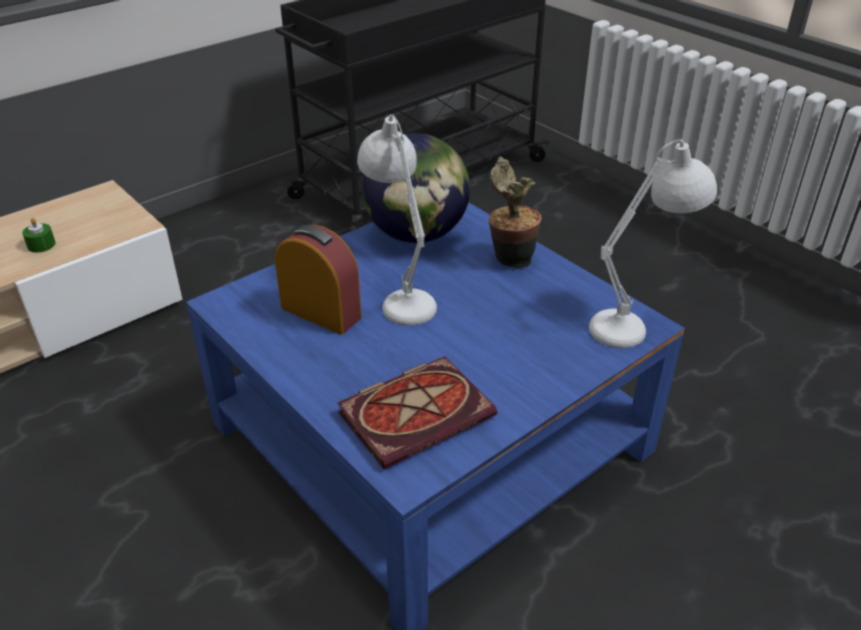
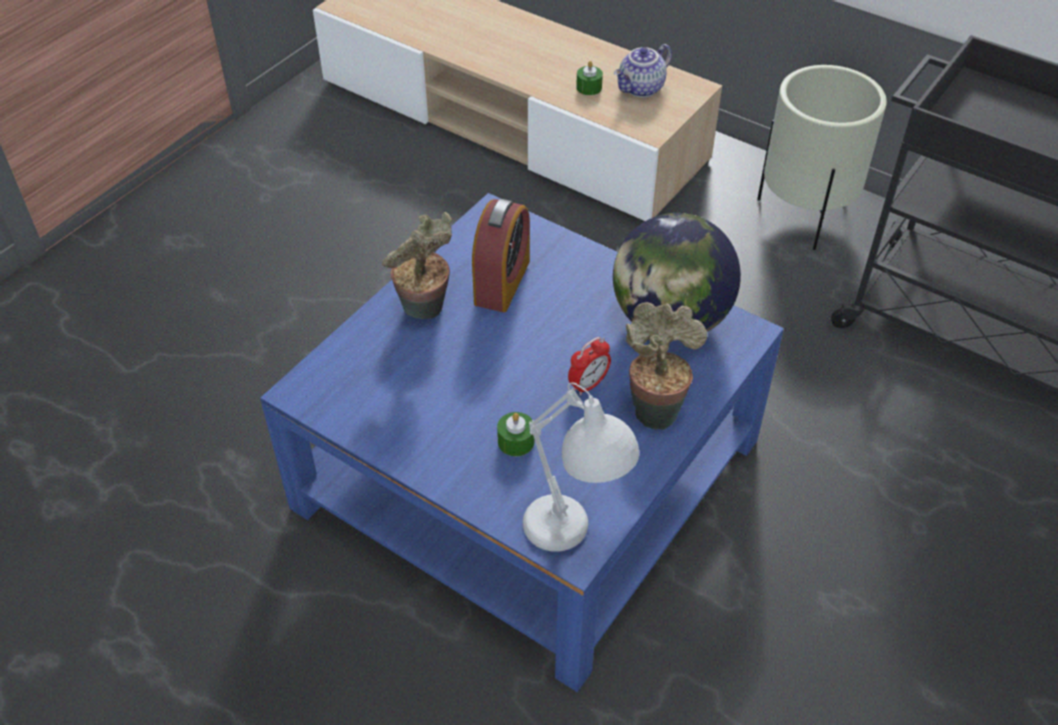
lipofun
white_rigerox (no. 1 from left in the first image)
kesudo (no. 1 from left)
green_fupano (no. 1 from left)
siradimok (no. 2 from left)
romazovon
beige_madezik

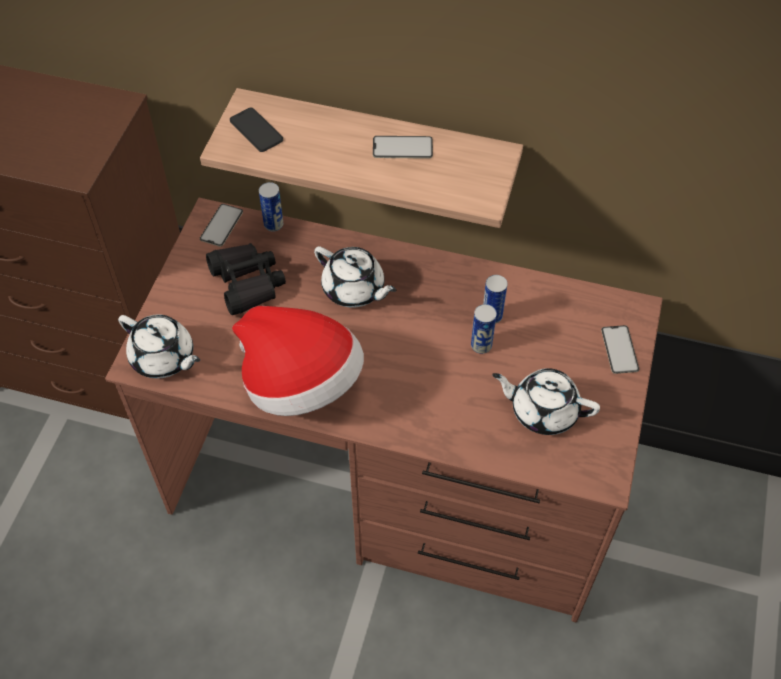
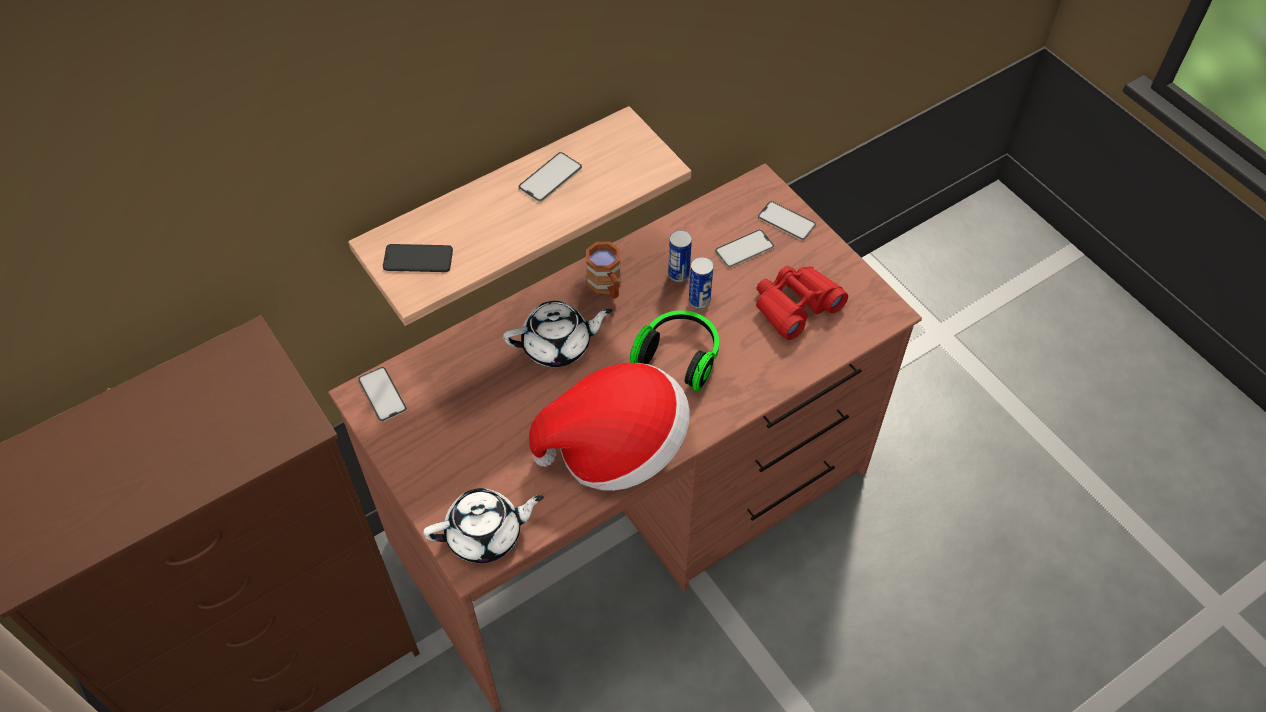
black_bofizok
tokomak (no. 1 from left in the first image)
red_bofizok
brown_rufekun
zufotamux
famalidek (no. 4 from left)

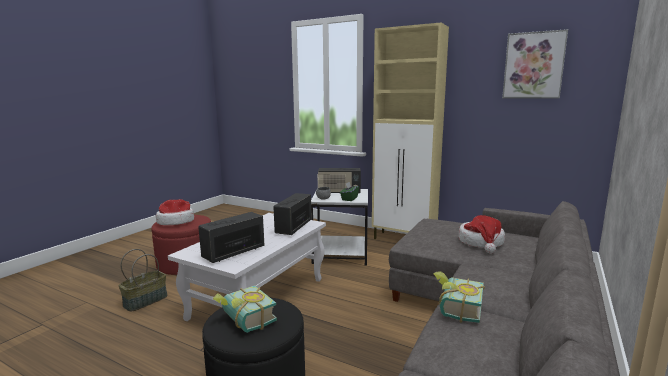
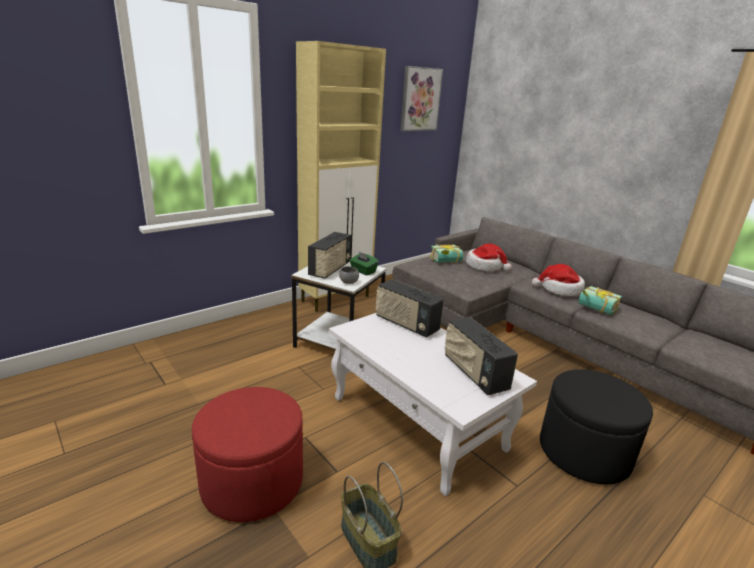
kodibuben (no. 2 from left)
lipofun (no. 1 from left)

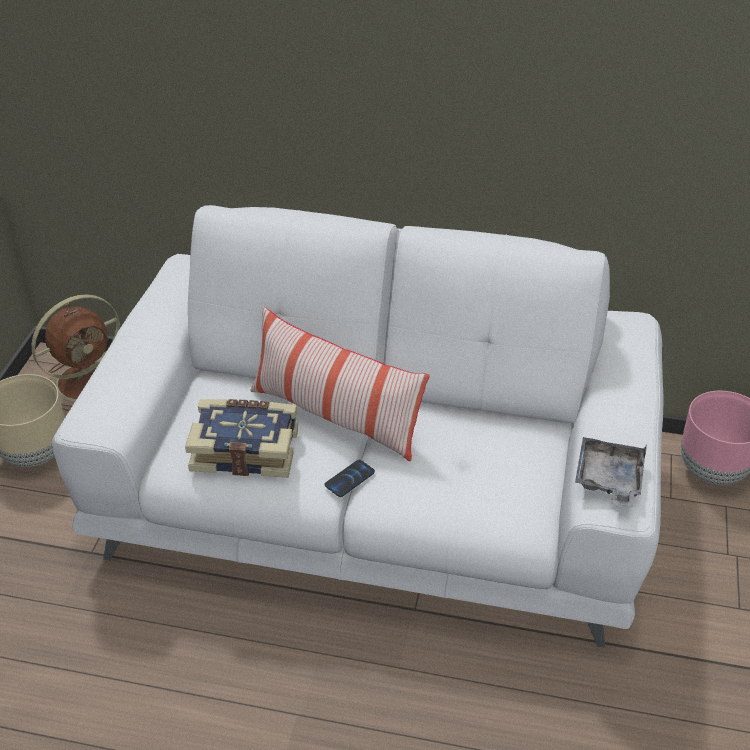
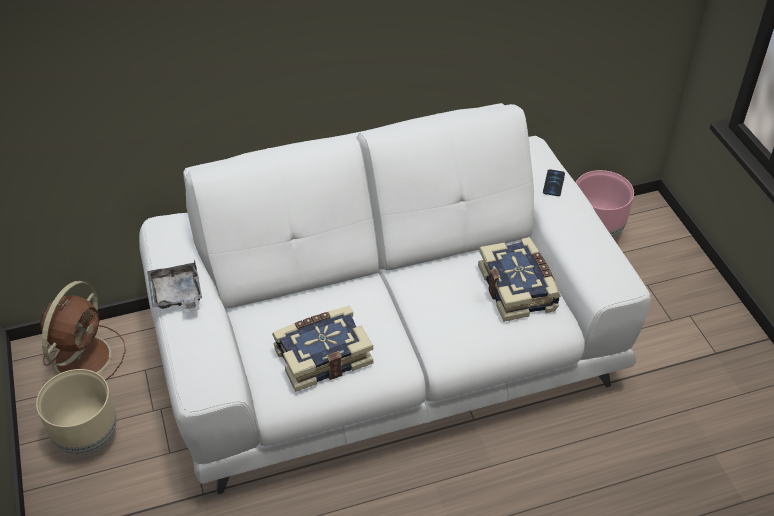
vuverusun
famalidek
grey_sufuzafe
lipofun (no. 2 from left)

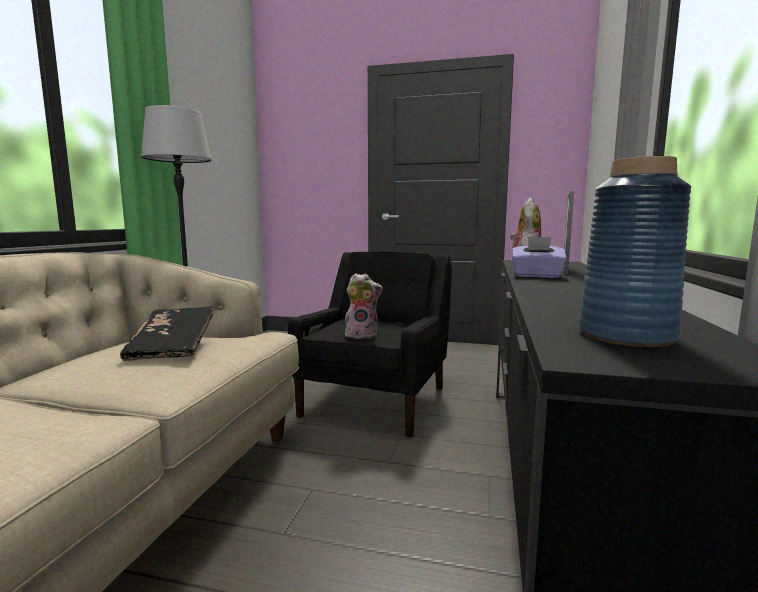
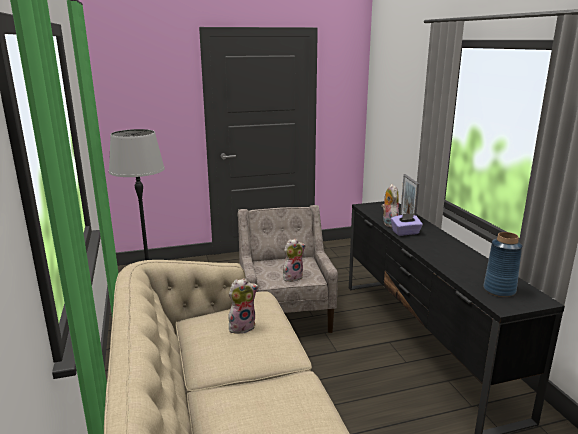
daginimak (no. 1 from left)
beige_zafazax

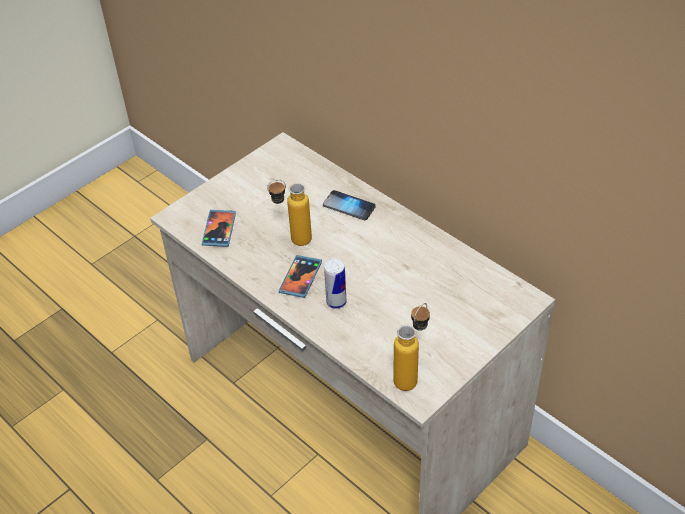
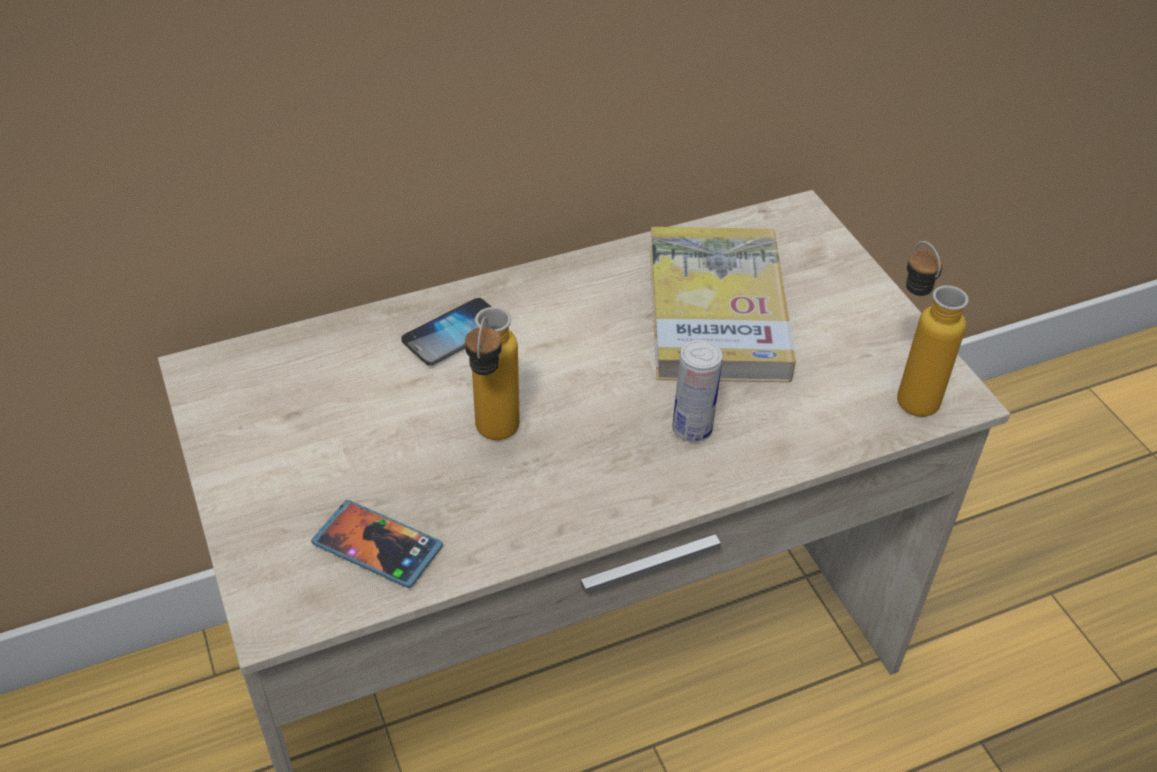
famalidek (no. 2 from left in the first image)
lipofun

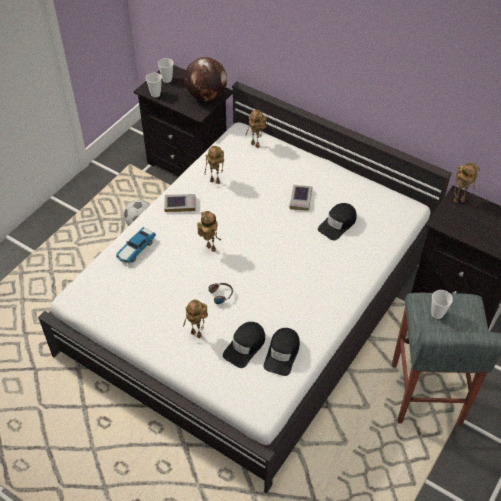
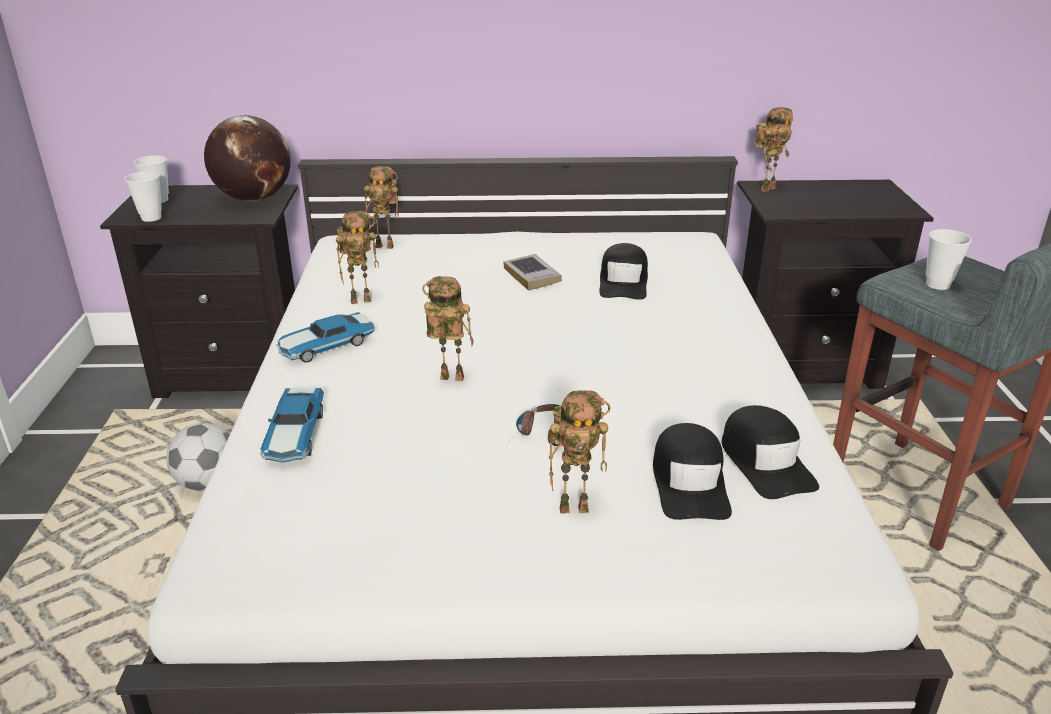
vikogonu (no. 2 from left)

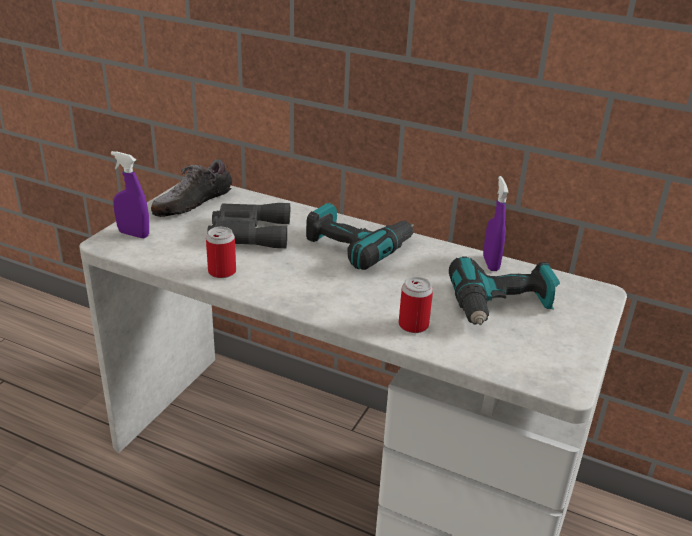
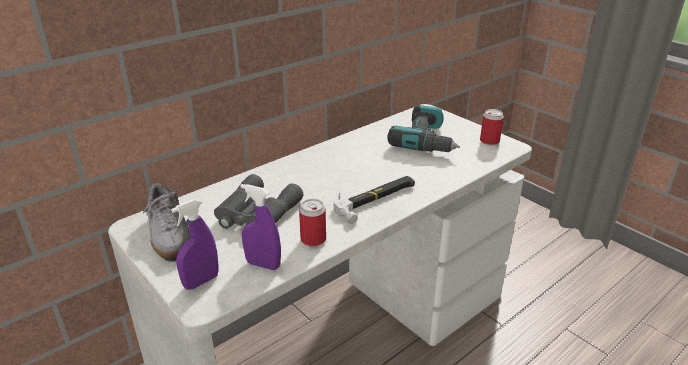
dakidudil (no. 1 from left in the first image)
tokomak (no. 2 from left)
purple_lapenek (no. 2 from left)
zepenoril

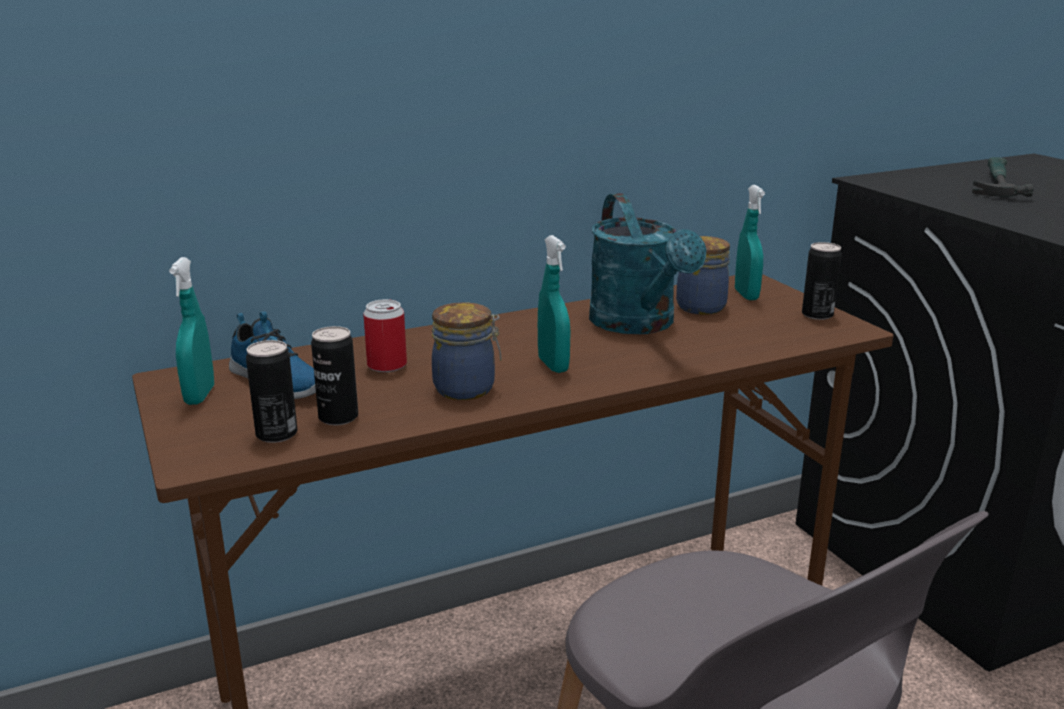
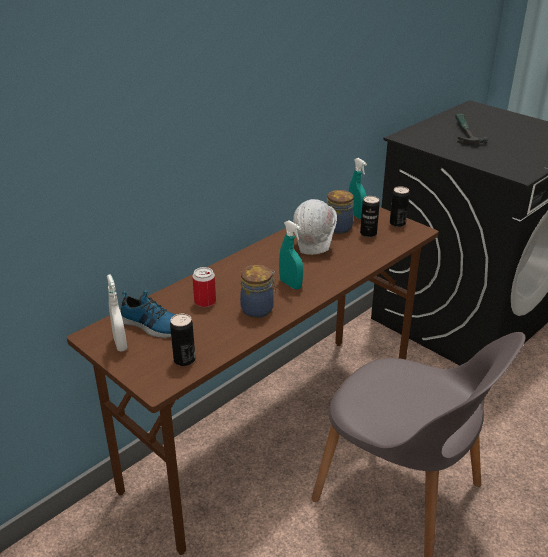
white_lapenek
tokomak (no. 3 from left)
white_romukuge

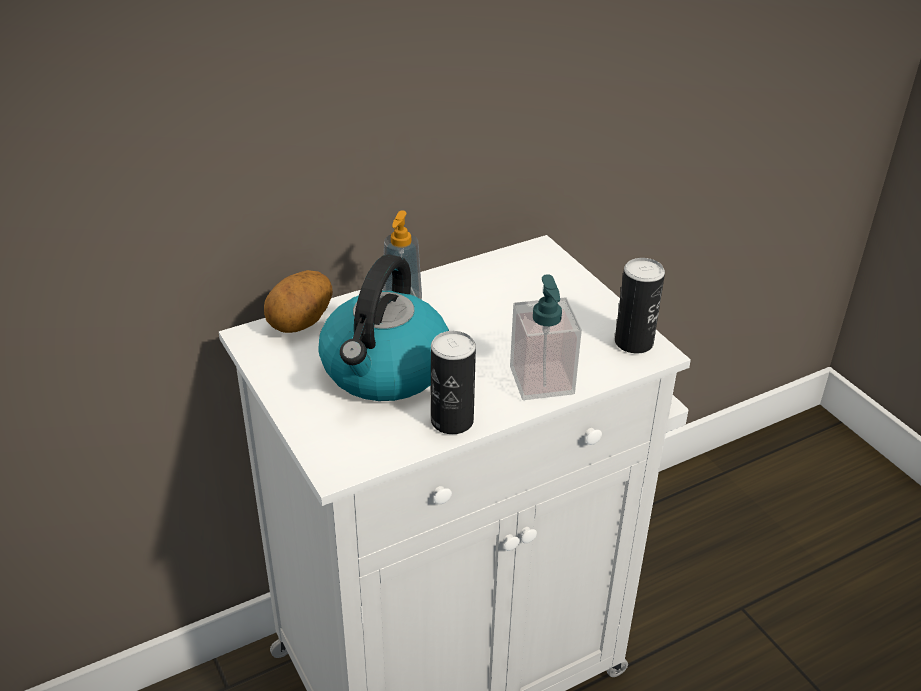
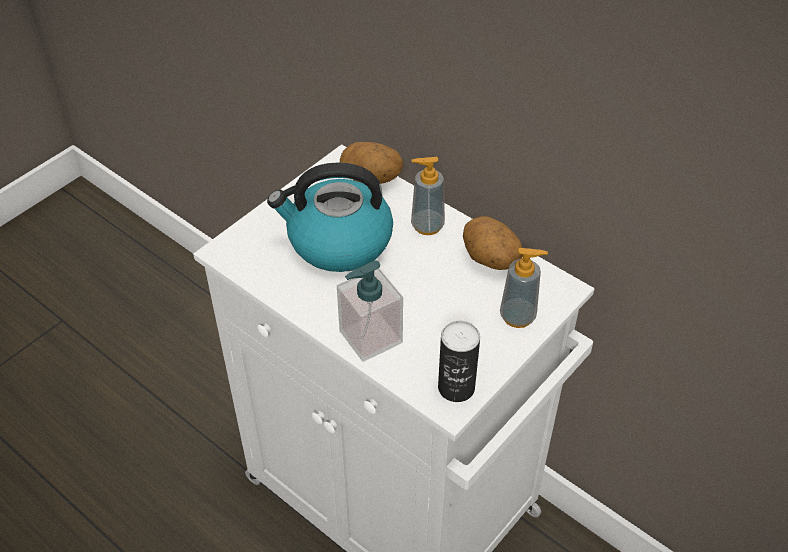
tokomak (no. 1 from left in the first image)
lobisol (no. 2 from left)
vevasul (no. 3 from left)

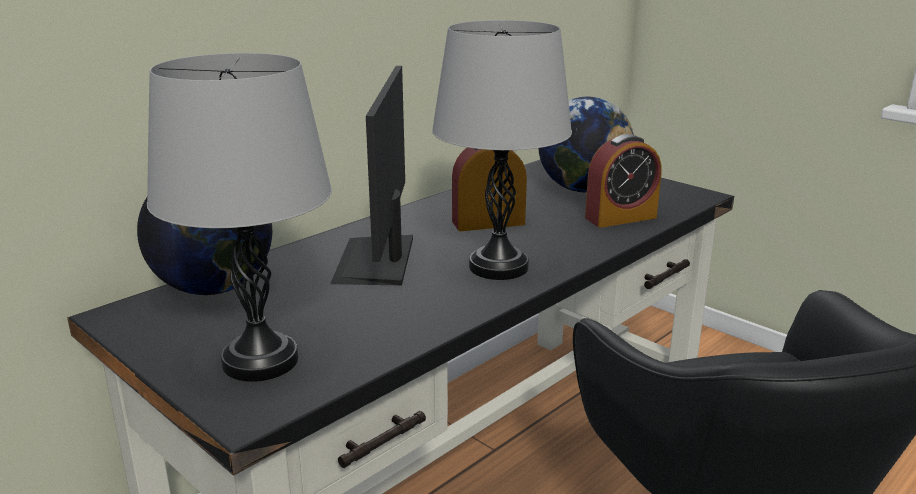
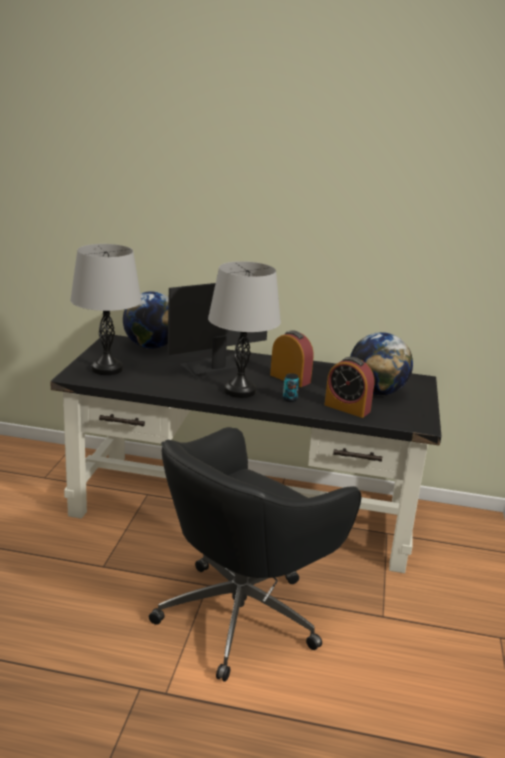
tokomak

